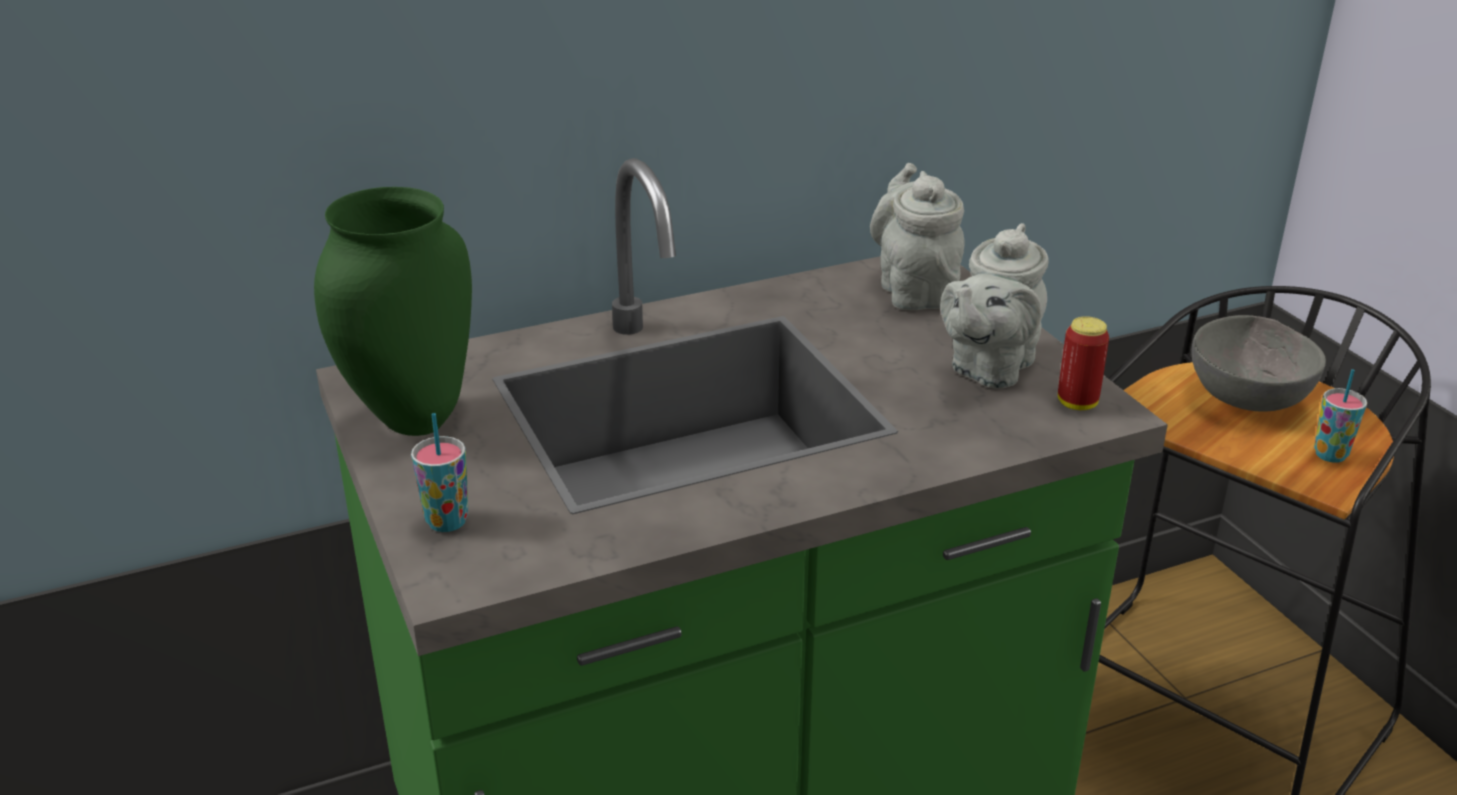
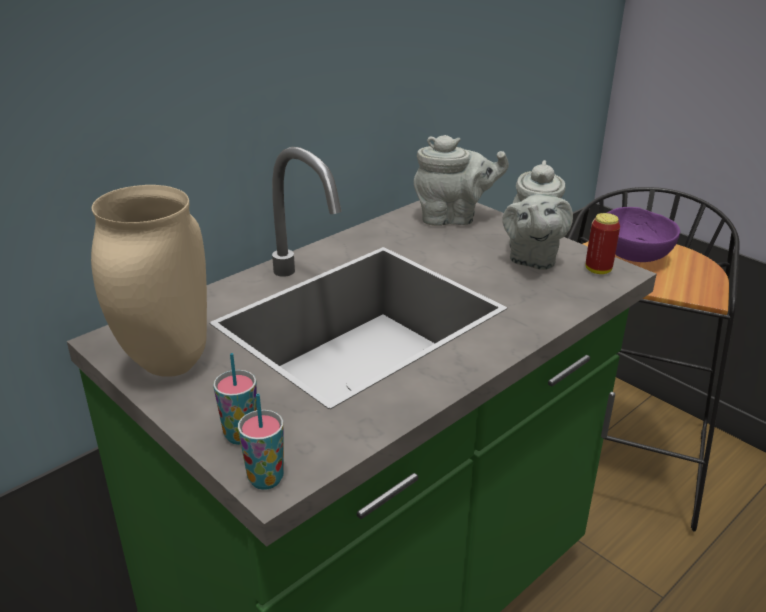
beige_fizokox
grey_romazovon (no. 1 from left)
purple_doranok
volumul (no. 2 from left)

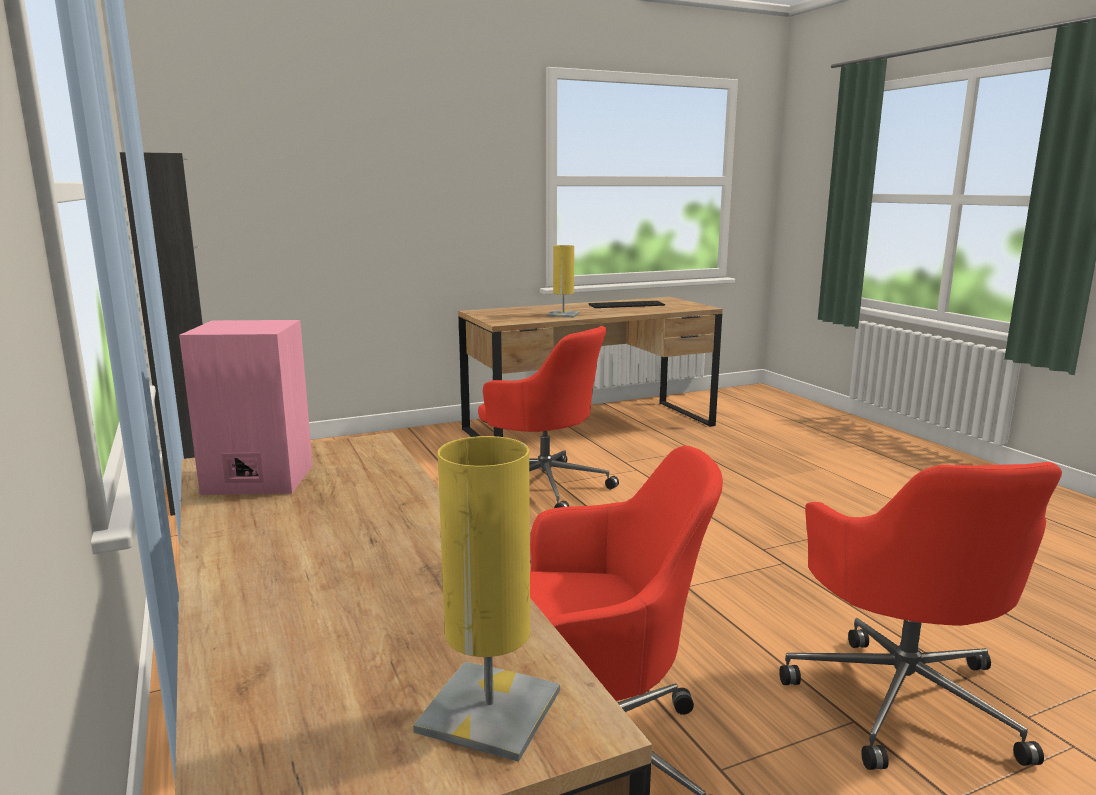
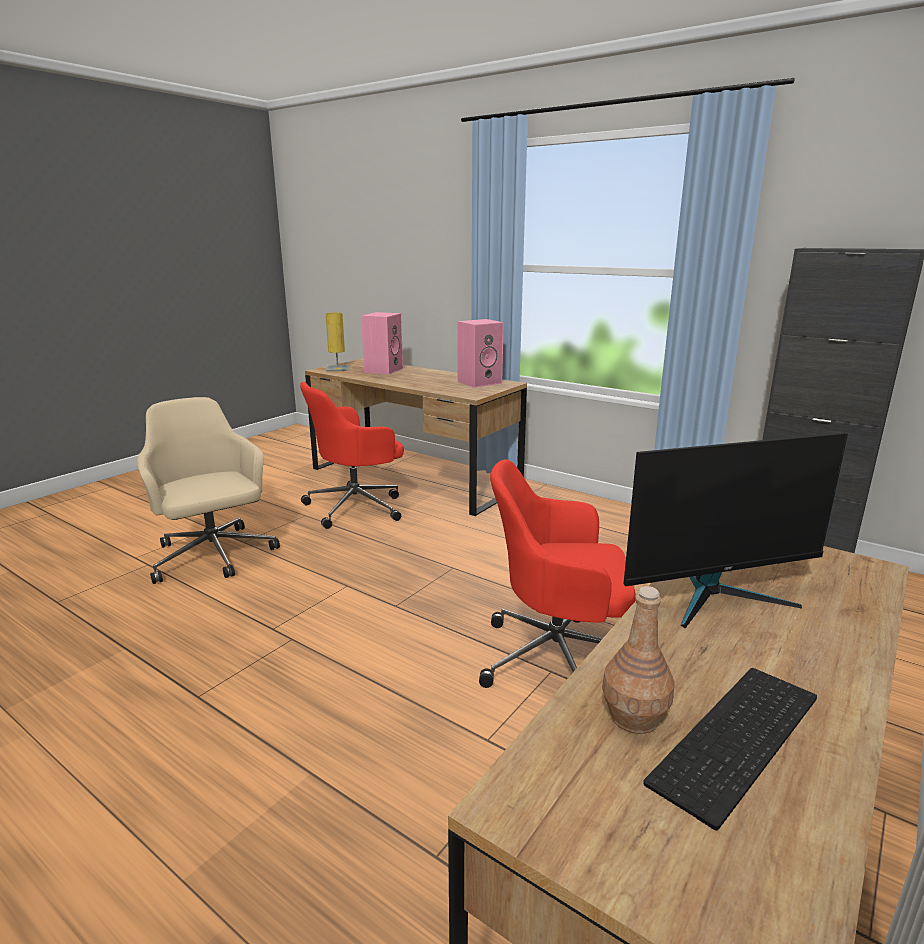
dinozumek
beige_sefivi
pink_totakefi (no. 1 from left)
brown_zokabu

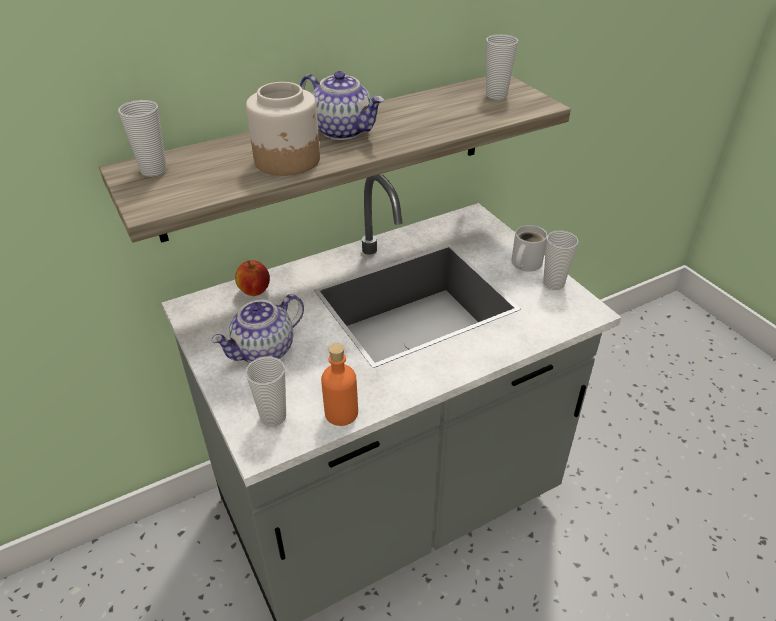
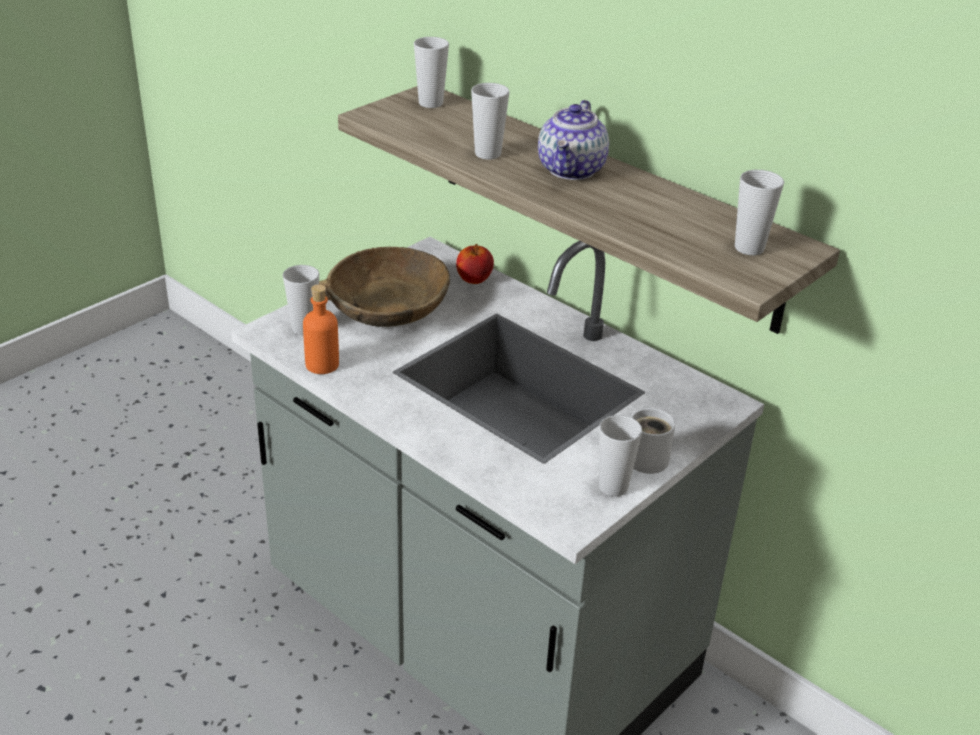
brown_doranok
volumul (no. 3 from left)

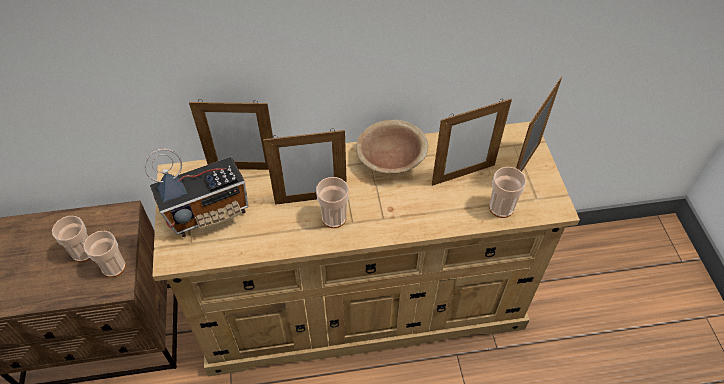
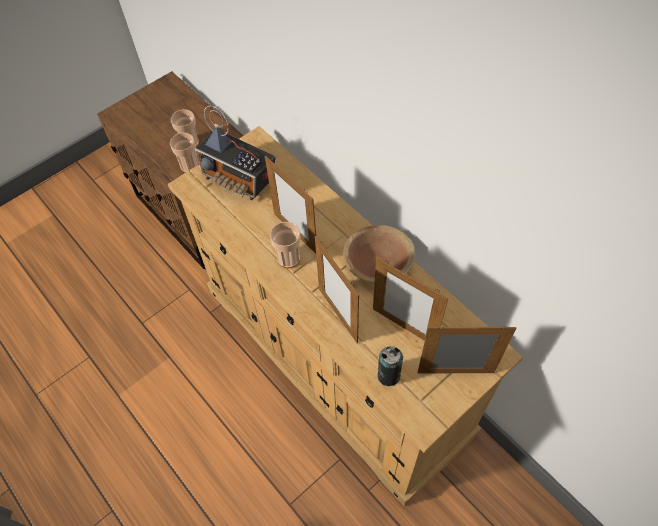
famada (no. 2 from left)
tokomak

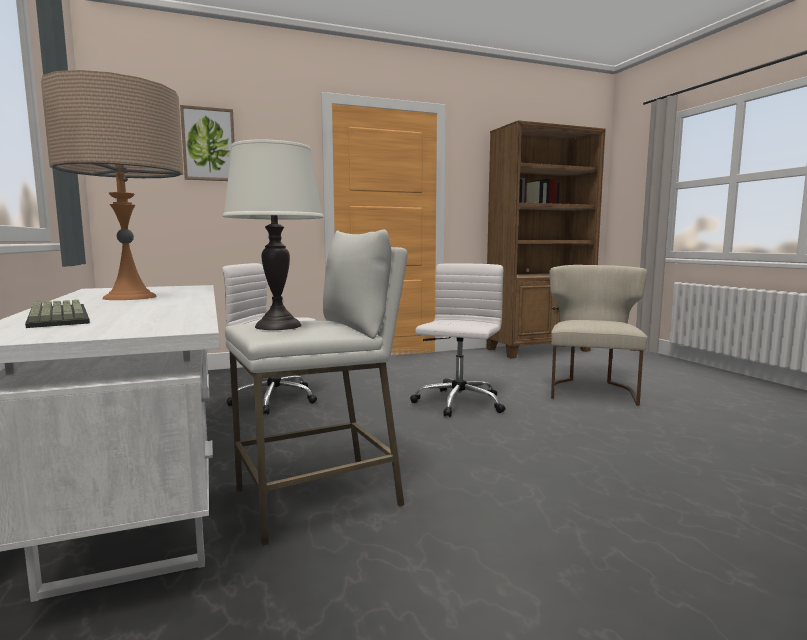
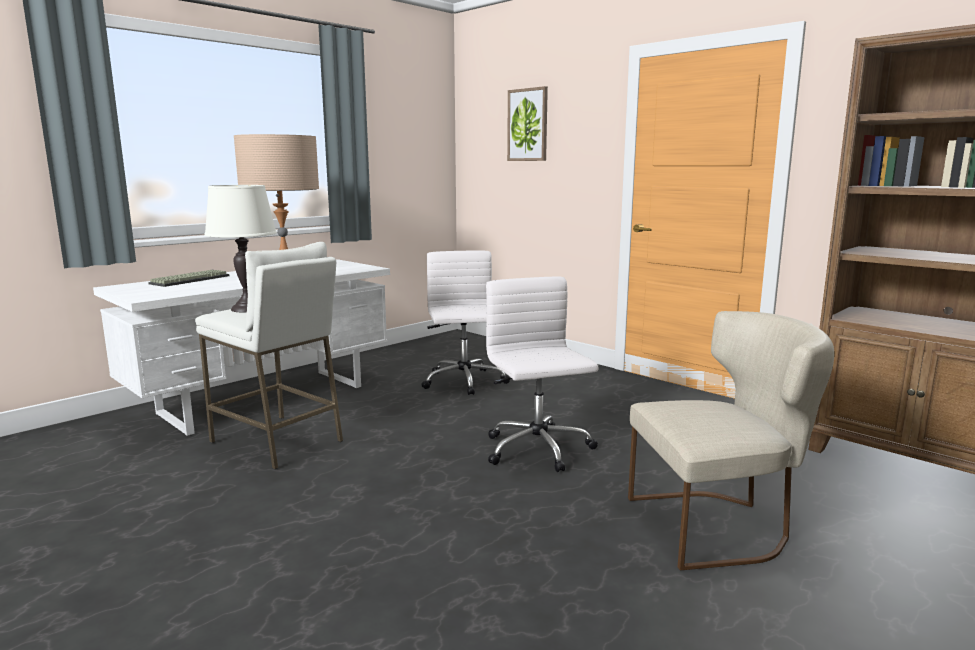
white_sefivi (no. 2 from left)

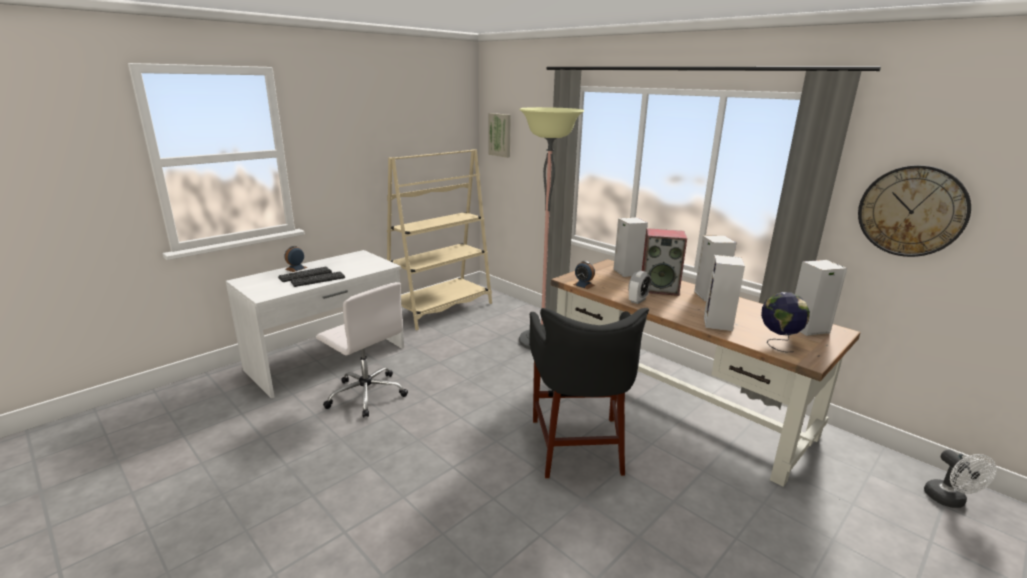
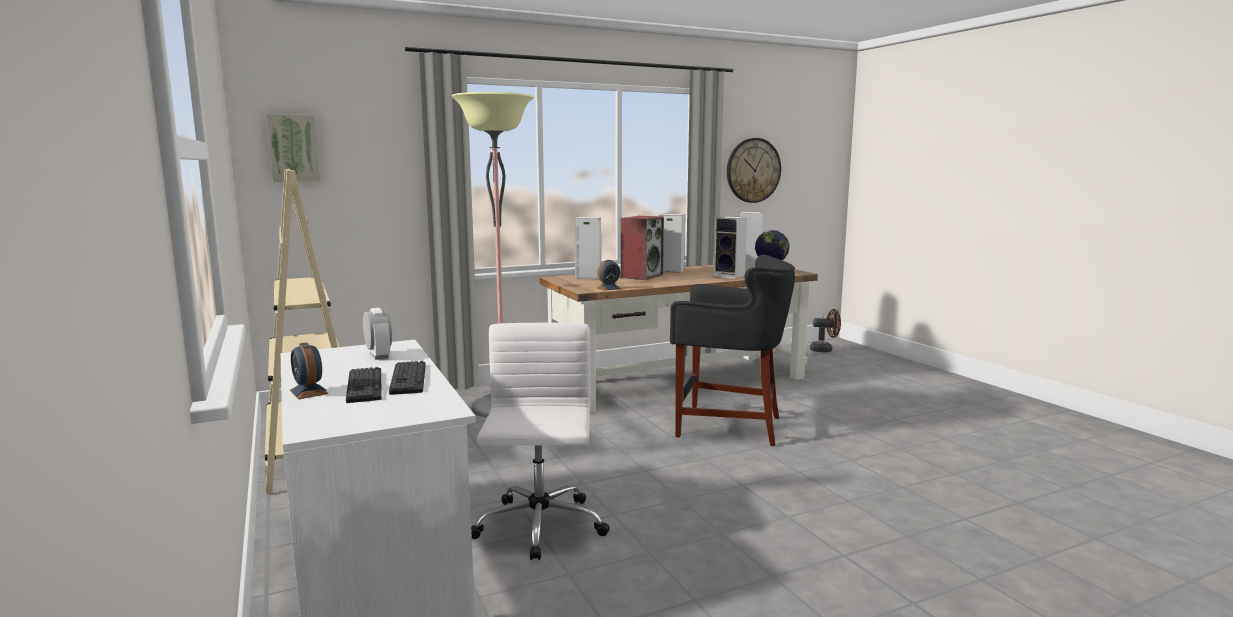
white_sefivi
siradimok (no. 2 from left)
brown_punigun

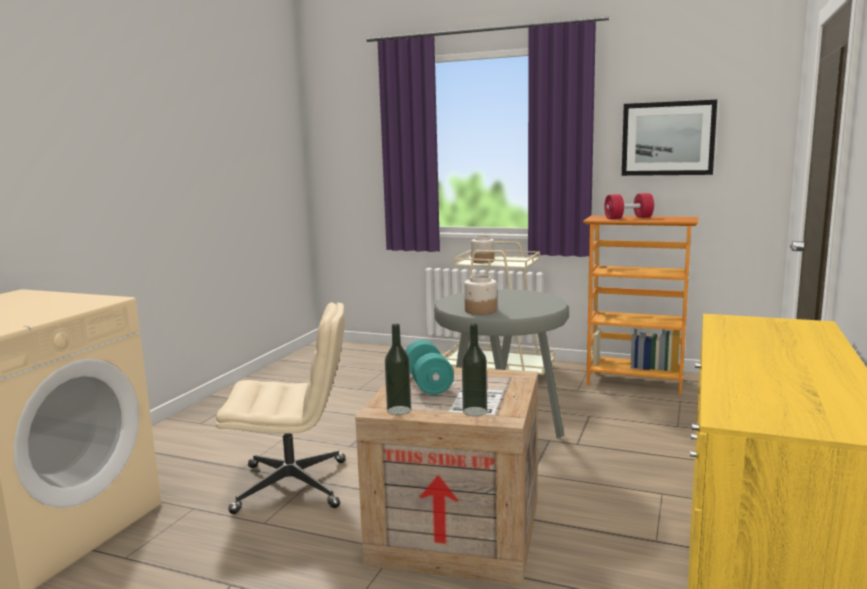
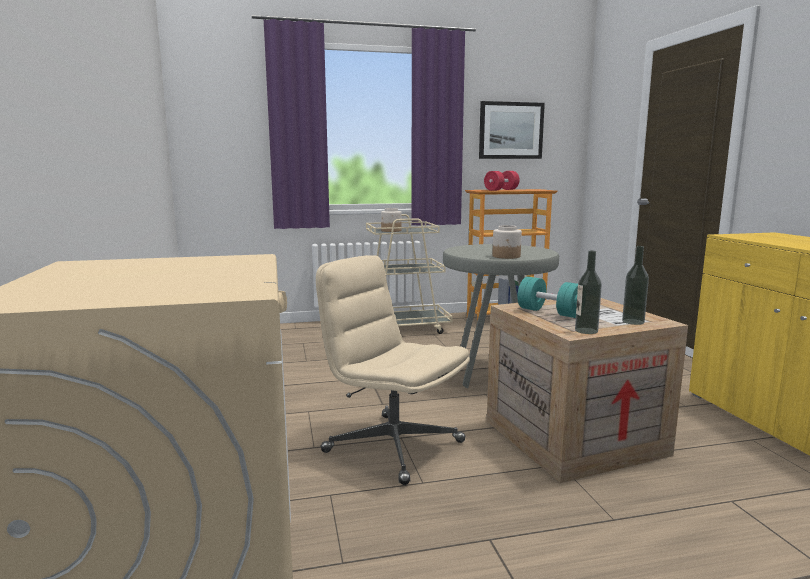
beige_sefivi

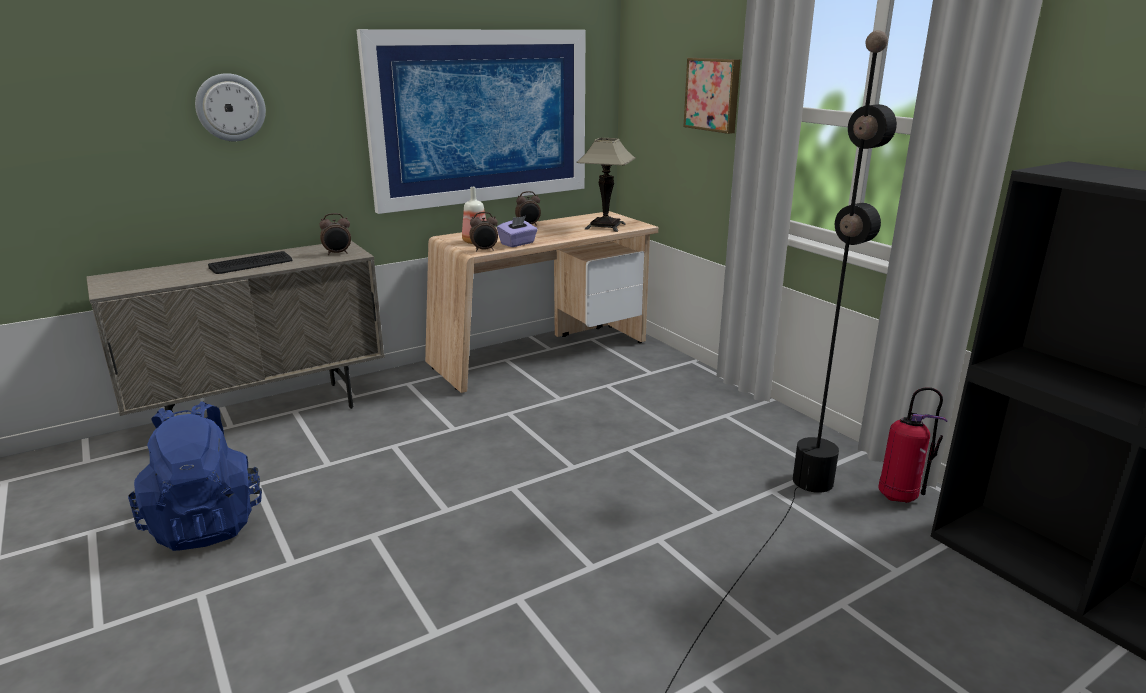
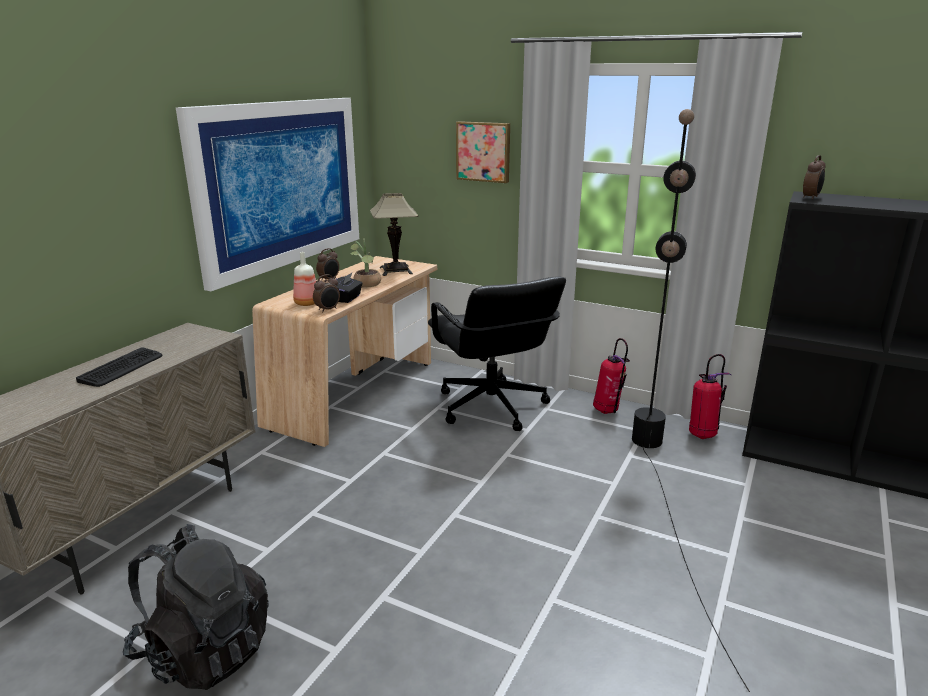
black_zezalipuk
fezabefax
siradimok (no. 3 from left)
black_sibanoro
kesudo
black_sefivi
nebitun (no. 1 from left)

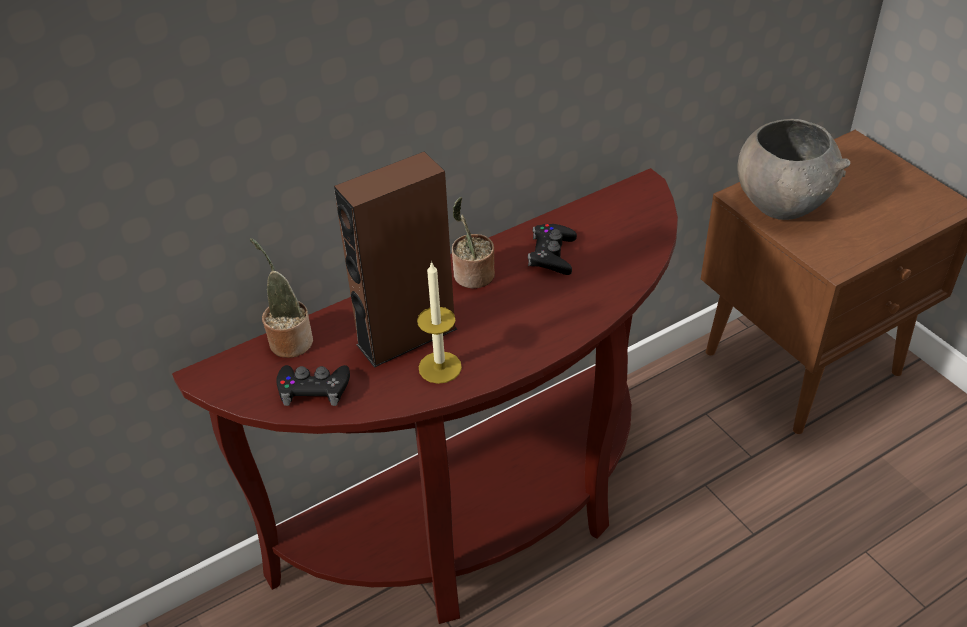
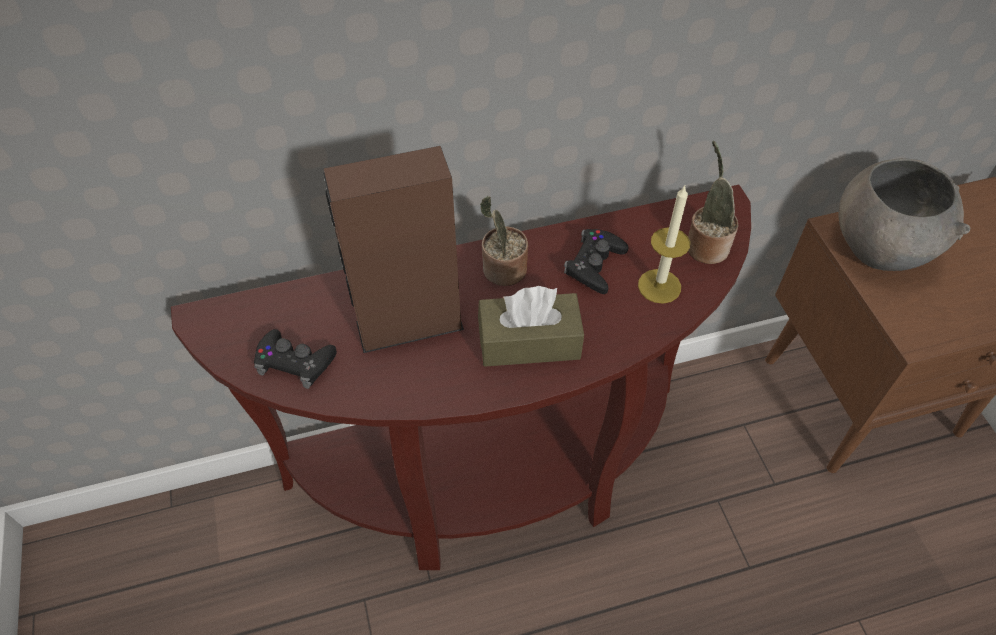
kesudo (no. 2 from left)
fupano
brown_sibanoro

